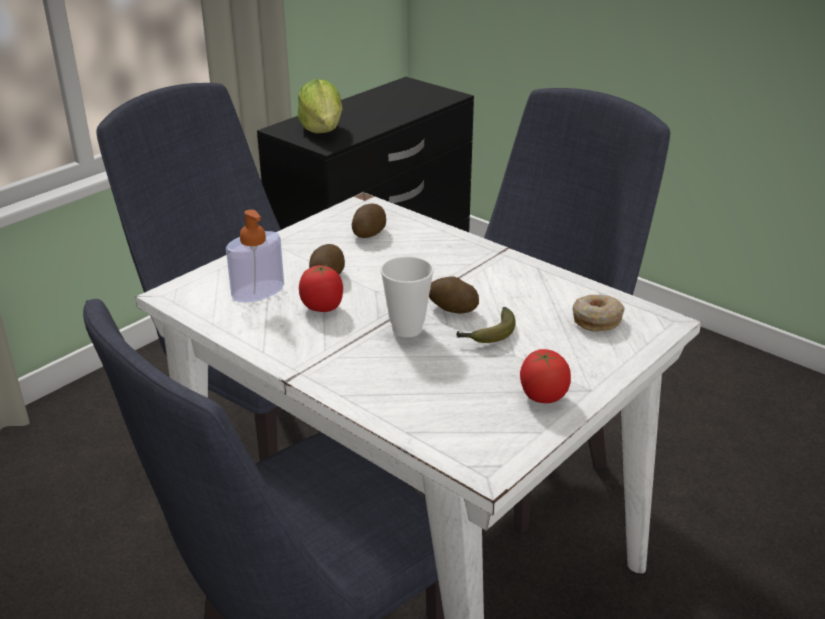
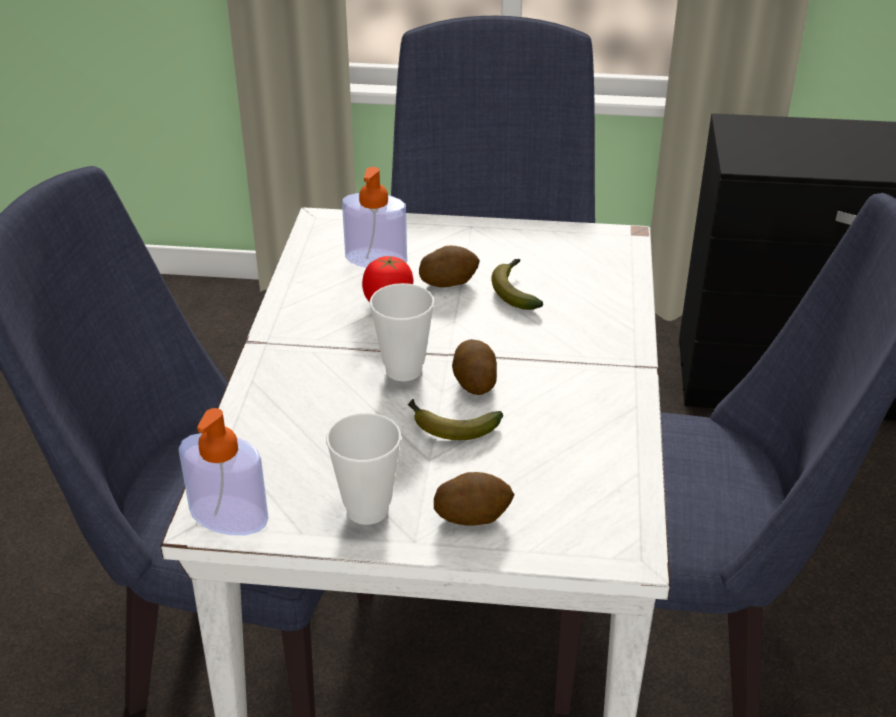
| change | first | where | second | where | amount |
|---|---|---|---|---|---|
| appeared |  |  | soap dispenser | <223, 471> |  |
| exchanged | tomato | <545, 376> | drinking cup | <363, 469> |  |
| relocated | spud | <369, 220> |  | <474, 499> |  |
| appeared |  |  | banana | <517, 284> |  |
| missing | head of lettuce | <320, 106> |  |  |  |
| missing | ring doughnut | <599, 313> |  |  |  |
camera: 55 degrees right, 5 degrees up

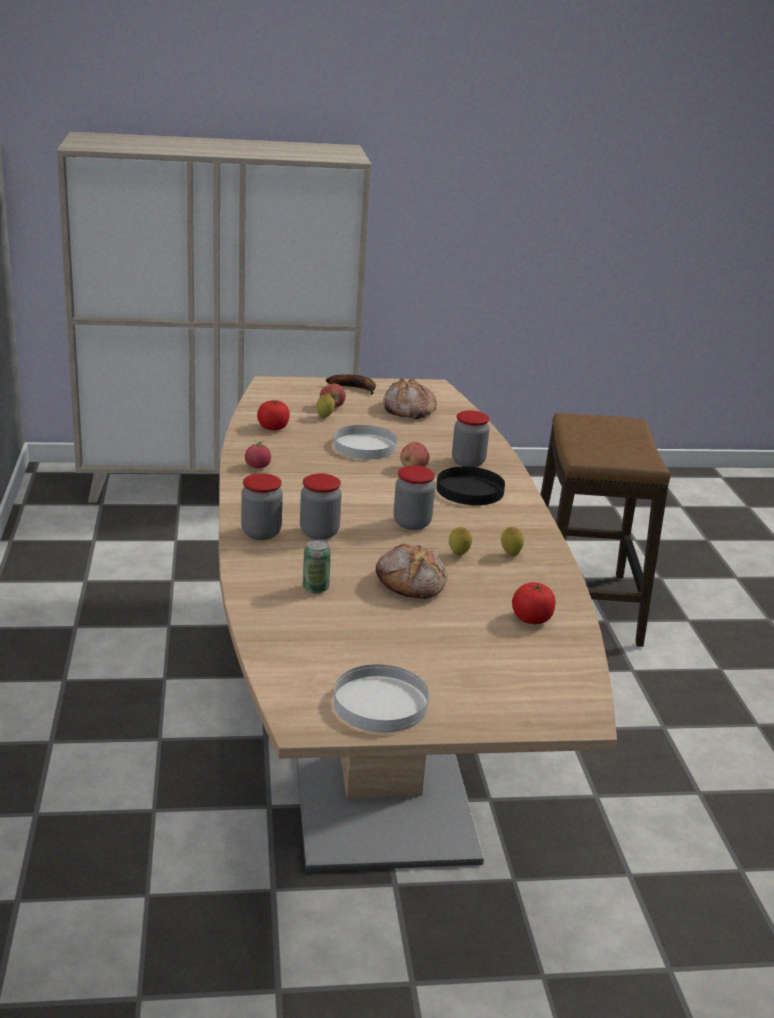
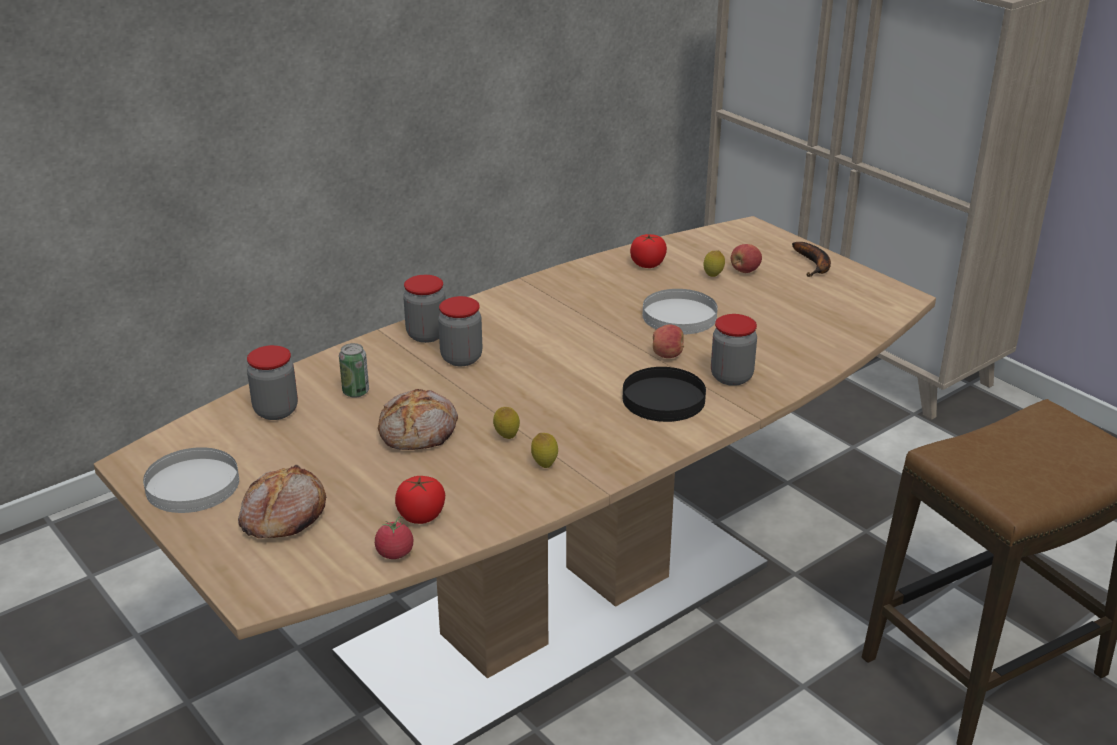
| change | first | where | second | where | amount |
|---|---|---|---|---|---|
| relocated | bakery bread | <410, 398> |  | <282, 501> |  |
| relocated | jar | <414, 498> |  | <272, 382> |  |
| relocated | tomato | <258, 454> |  | <394, 537> |  |
camera: 60 degrees right, 5 degrees up

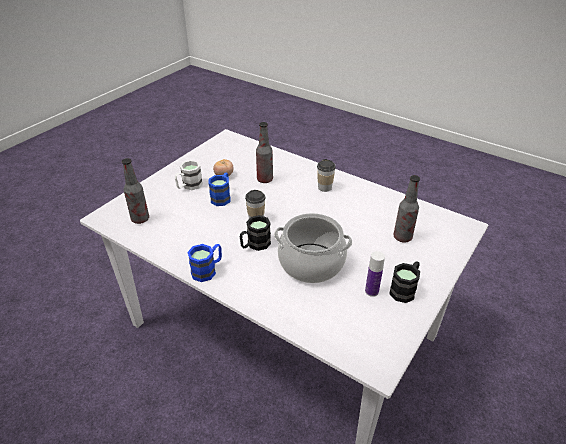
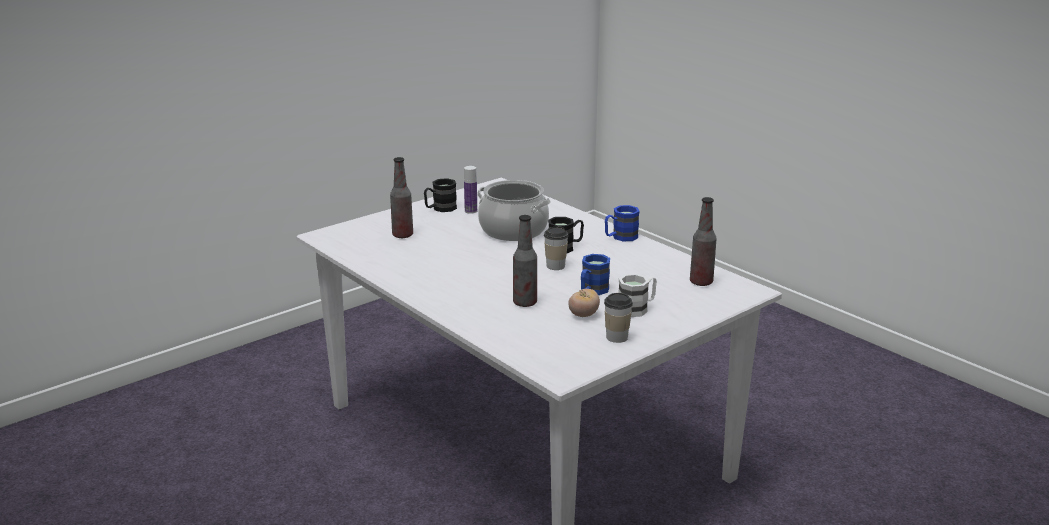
| change | first | where | second | where | amount |
|---|---|---|---|---|---|
| relocated | drinking cup | <326, 175> |  | <618, 318> |  |
camera: 165 degrees left, 15 degrees down

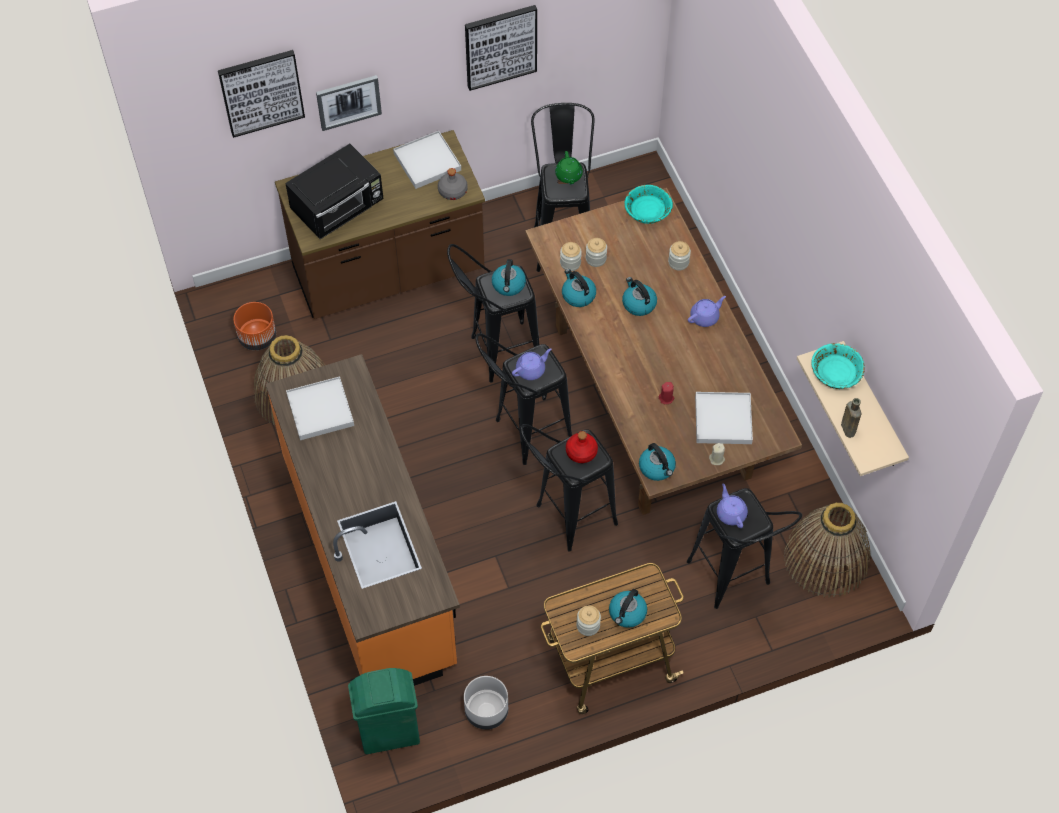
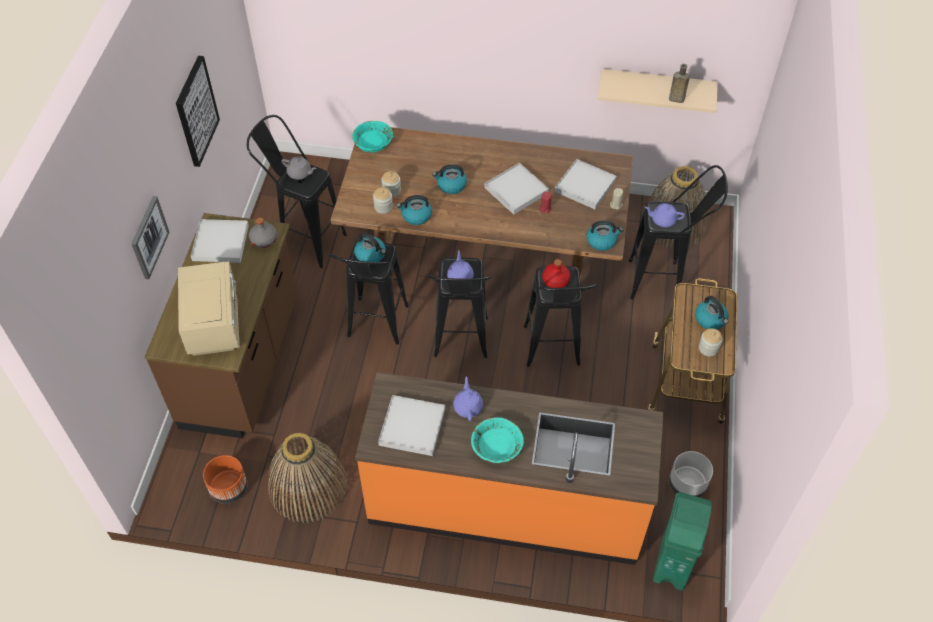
| change | first | where | second | where | amount |
|---|---|---|---|---|---|
| colour | black-coloured microwave | <334, 191> | beige-coloured microwave | <209, 308> |  |
| colour | green pot for tea | <569, 167> | grey pot for tea | <299, 168> |  |
| relocated | purple-coloured pot for tea | <707, 311> |  | <468, 399> |  |
| relocated | turquoise bowl | <838, 366> |  | <497, 440> |  |
| appeared |  |  | white-coloured serving tray | <517, 188> |  |
| missing | picture | <261, 94> |  |  |  |
| missing | jar | <679, 256> |  |  |  |
camera: 60 degrees left, 5 degrees down

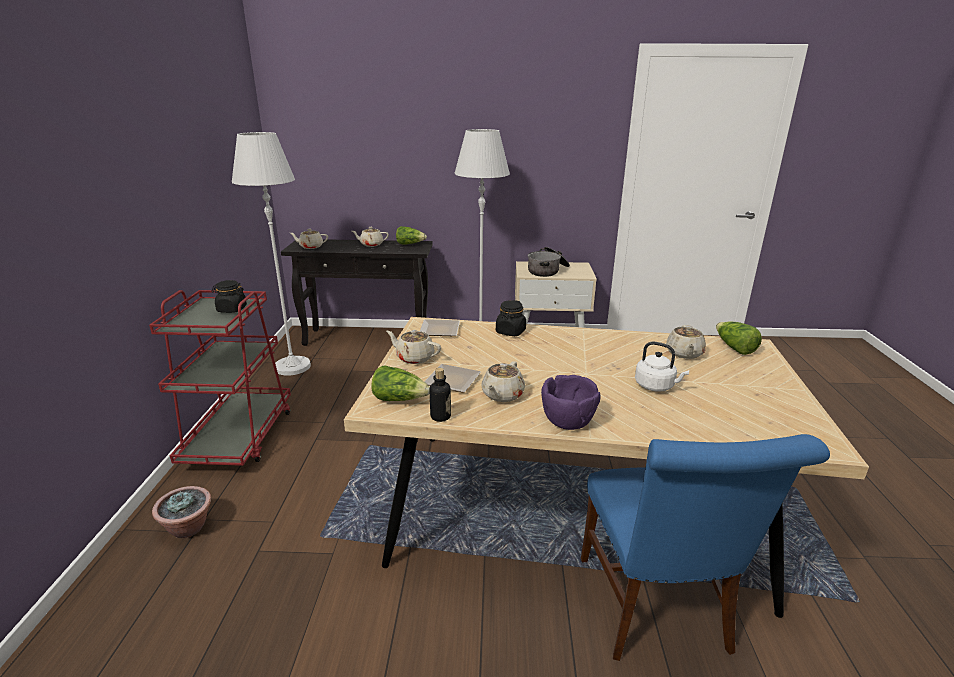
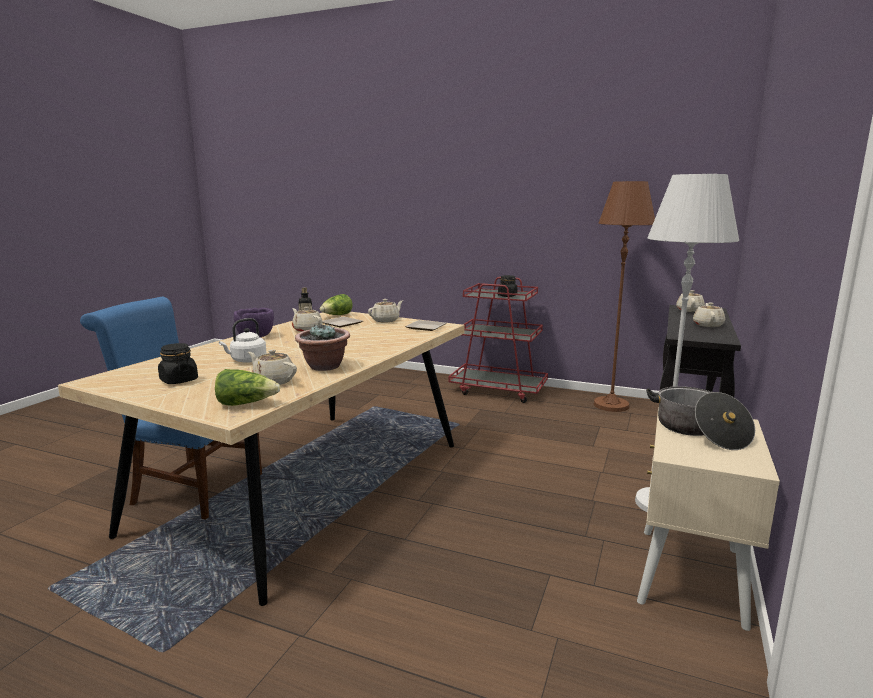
| change | first | where | second | where | amount |
|---|---|---|---|---|---|
| relocated | black-coloured jar | <511, 318> |  | <178, 363> |  |
| relocated | houseplant | <181, 512> |  | <322, 347> |  |
| colour | white-coloured floor lamp | <271, 254> | brown-coloured floor lamp | <624, 296> |  |
| missing | head of lettuce | <411, 235> |  |  |  |
camera: 110 degrees right, 10 degrees down

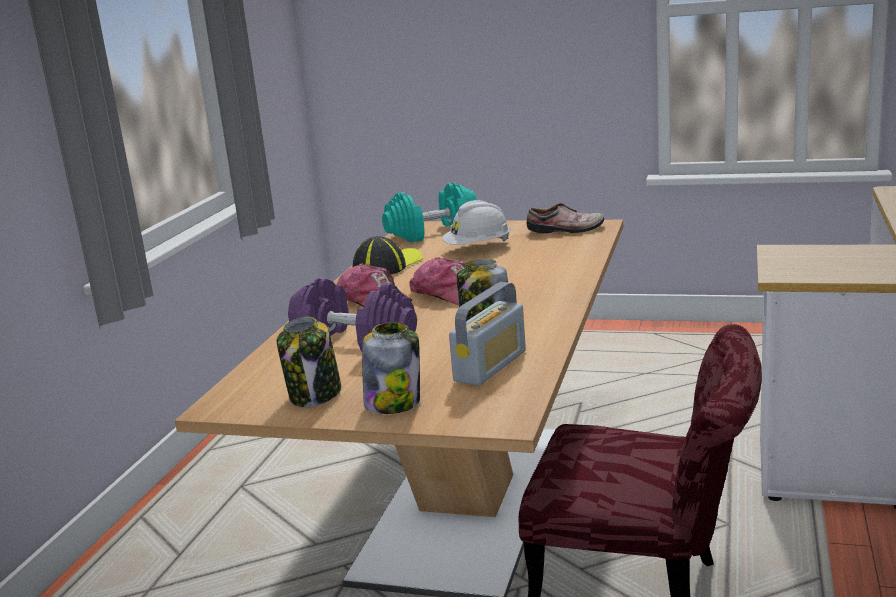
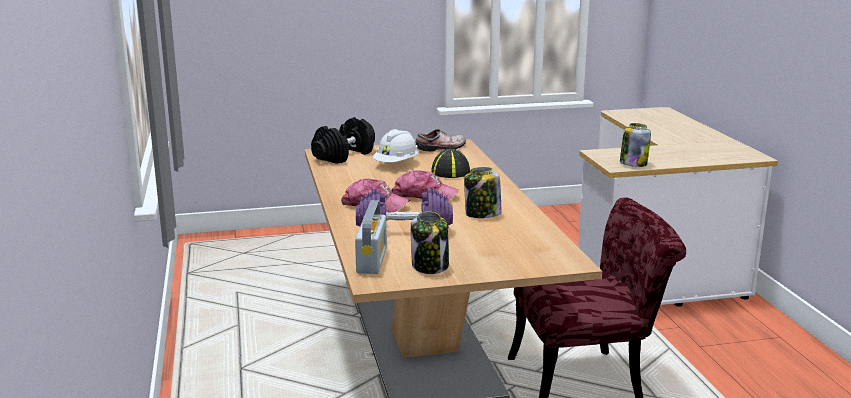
| change | first | where | second | where | amount |
|---|---|---|---|---|---|
| colour | turquoise free weight | <430, 212> | black-coloured free weight | <343, 140> |  |
| relocated | radio receiver | <487, 334> |  | <371, 237> |  |
| relocated | peaked cap | <387, 255> |  | <450, 163> |  |
| relocated | jar | <391, 368> |  | <635, 145> |  |
camera: 30 degrees left, 0 degrees up

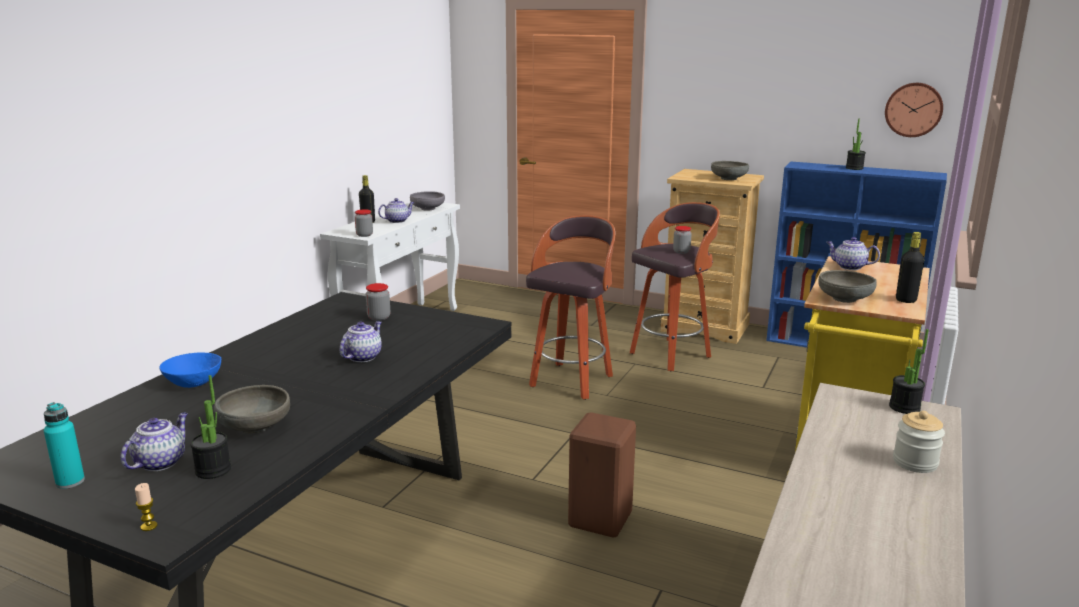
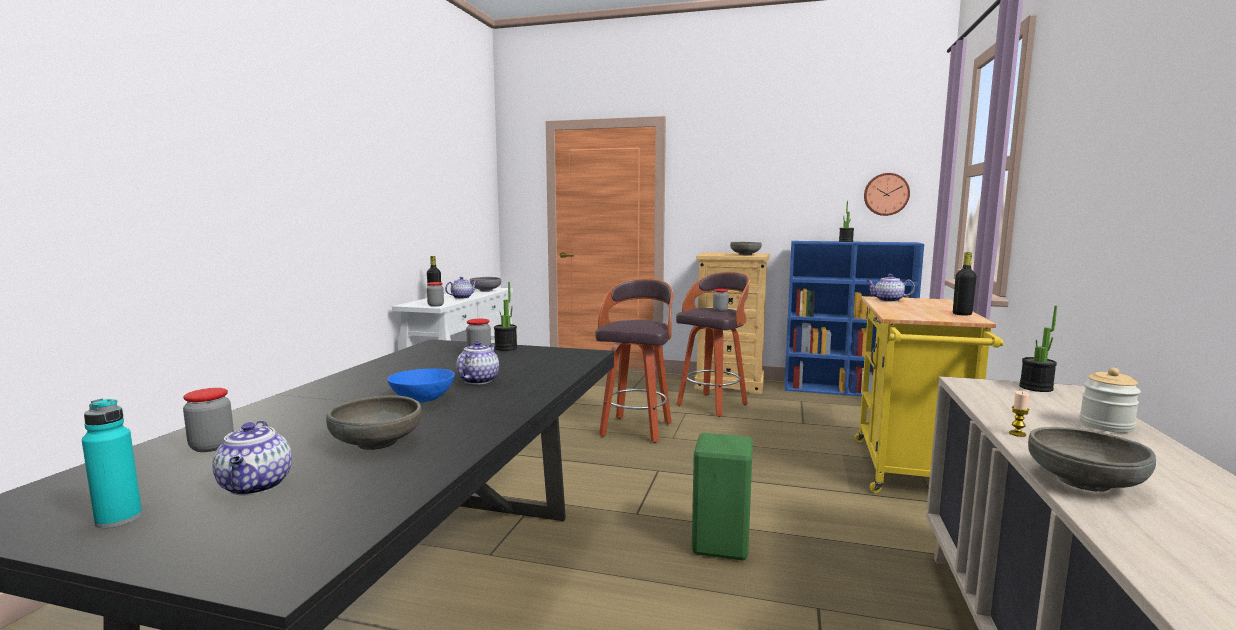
| change | first | where | second | where | amount |
|---|---|---|---|---|---|
| appeared |  |  | jar | <208, 420> |  |
| spun | pot for tea | <154, 441> |  | <252, 458> | 150 degrees clockwise |
| relocated | blue-coloured bowl | <190, 370> |  | <421, 385> |  |
| relocated | houseplant | <210, 427> |  | <505, 316> |  |
| colour | brown-coloured stool | <602, 475> | green stool | <722, 496> |  |
| relocated | wax light | <146, 507> |  | <1019, 414> |  |
| relocated | grey bowl | <848, 286> |  | <1092, 459> |  |
camera: 10 degrees left, 10 degrees down

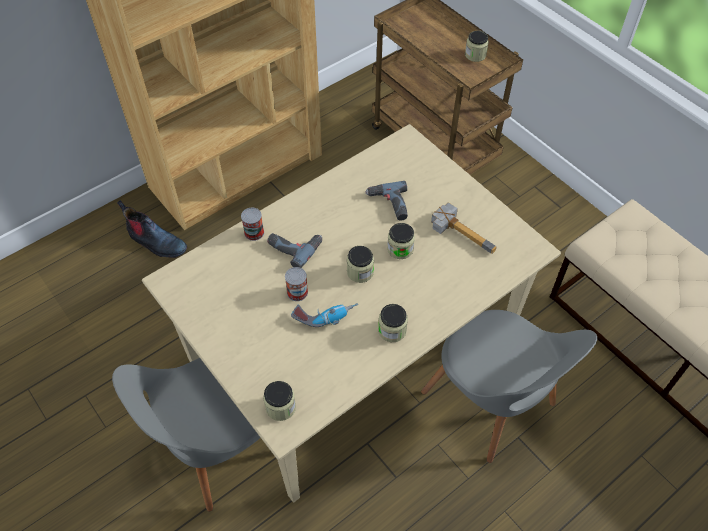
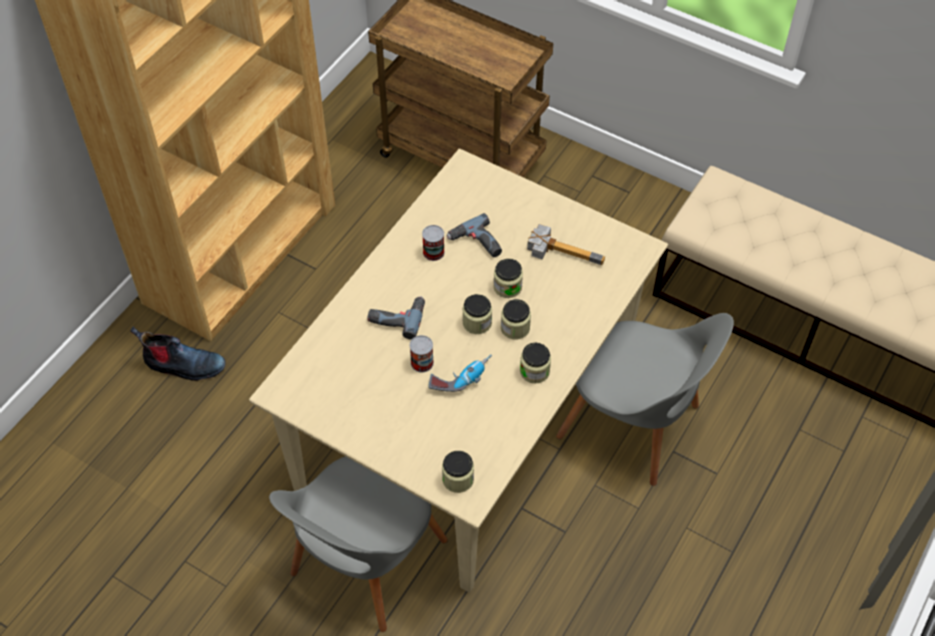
| change | first | where | second | where | amount |
|---|---|---|---|---|---|
| relocated | can | <252, 224> |  | <433, 243> |  |
| relocated | jar | <477, 46> |  | <516, 319> |  |
camera: 20 degrees left, 0 degrees up

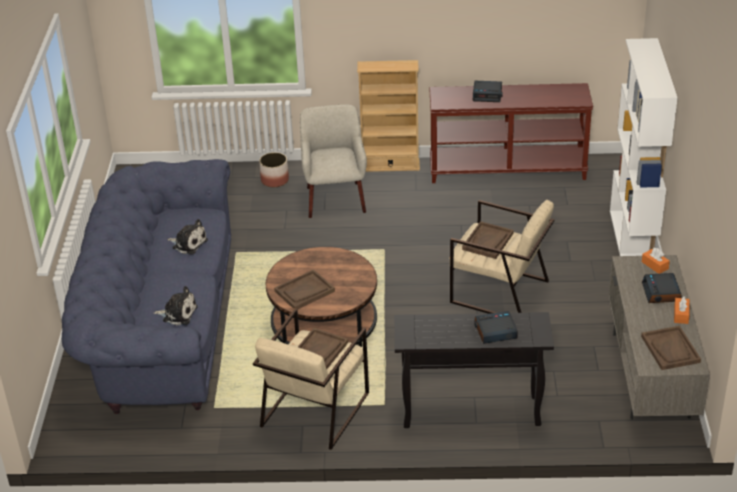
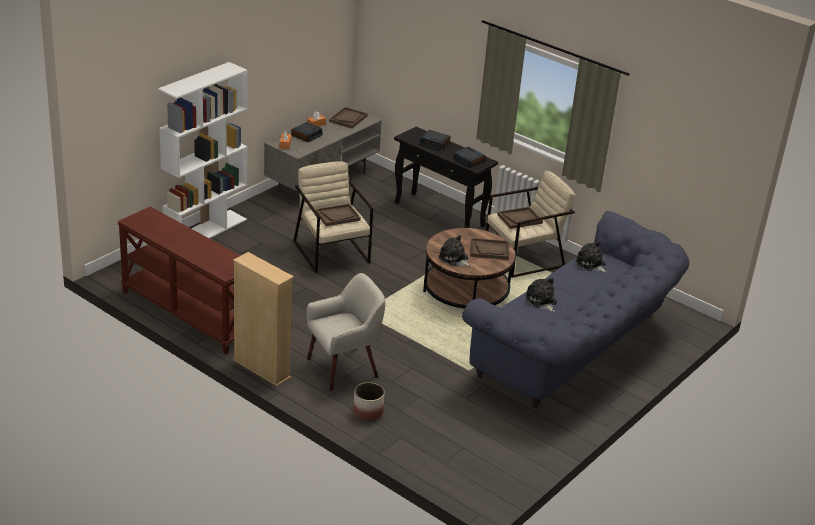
| change | first | where | second | where | amount |
|---|---|---|---|---|---|
| spun | beige-coloured lounge chair | <333, 161> |  | <345, 332> | 150 degrees counterclockwise |
| appeared |  |  | soft toy | <454, 251> |  |
| relocated | alarm clock | <488, 91> |  | <469, 157> |  |
camera: 145 degrees left, 5 degrees down

